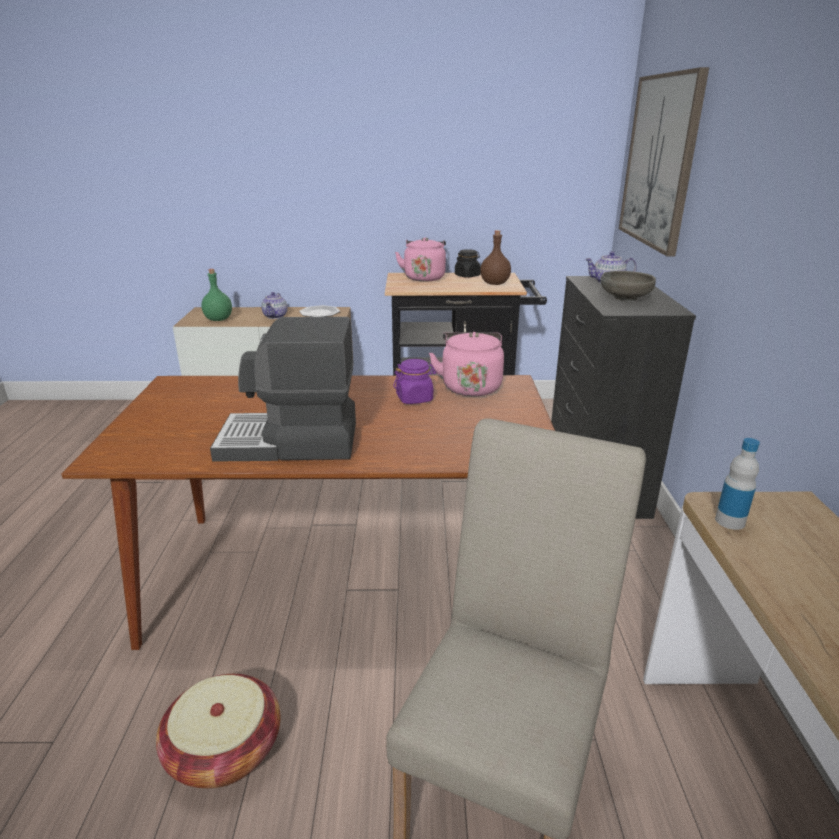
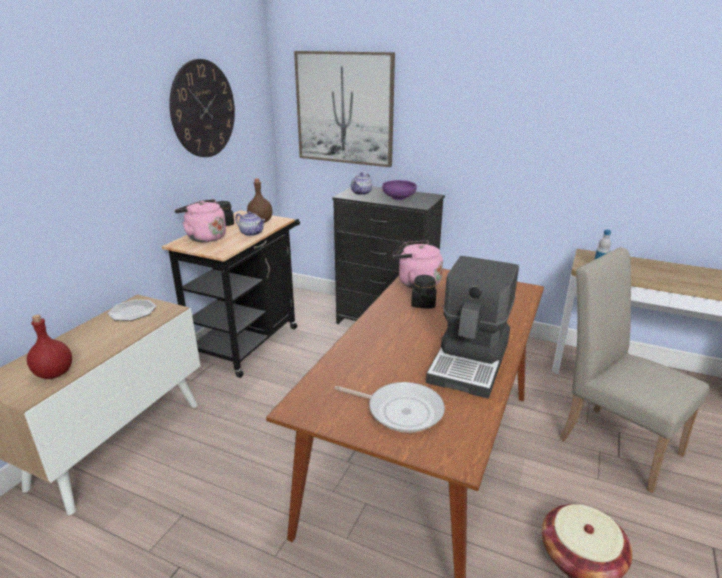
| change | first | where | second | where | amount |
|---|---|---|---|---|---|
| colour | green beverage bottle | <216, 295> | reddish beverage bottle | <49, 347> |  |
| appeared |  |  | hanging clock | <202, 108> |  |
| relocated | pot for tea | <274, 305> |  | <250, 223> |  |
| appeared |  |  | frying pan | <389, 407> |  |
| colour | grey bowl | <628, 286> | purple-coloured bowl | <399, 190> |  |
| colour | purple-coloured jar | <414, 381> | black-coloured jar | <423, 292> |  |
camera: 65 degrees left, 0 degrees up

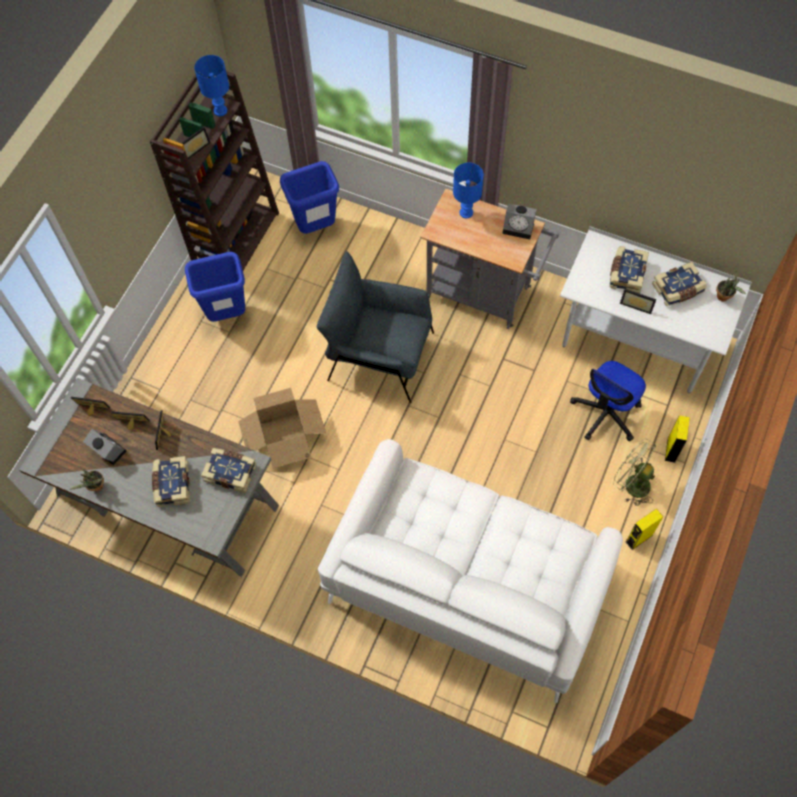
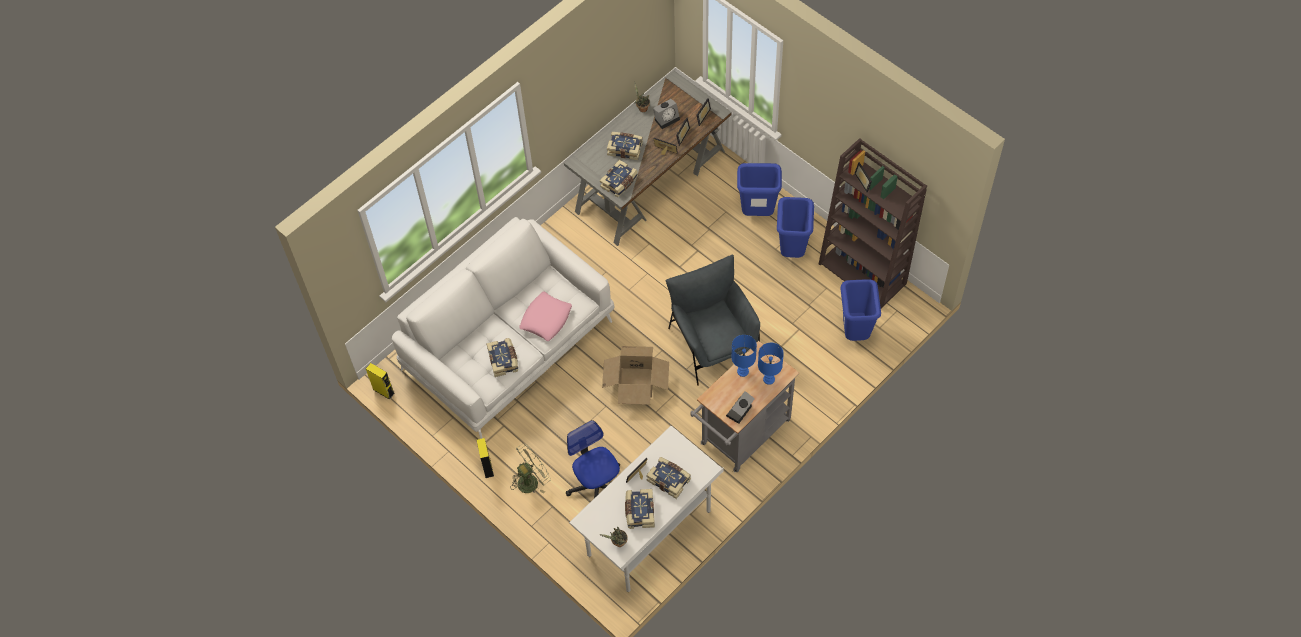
| change | first | where | second | where | amount |
|---|---|---|---|---|---|
| relocated | yellow-coloured audio speaker | <677, 439> |  | <380, 381> |  |
| appeared |  |  | bound book | <502, 357> |  |
| appeared |  |  | pink cushion | <545, 316> |  |
| relocated | carton | <282, 428> |  | <635, 375> |  |
| spun | grey lounge chair | <375, 327> |  | <712, 320> | 60 degrees counterclockwise |
| relocated | blue-coloured lamp for a table | <211, 85> |  | <744, 356> |  |
| appeared |  |  | blue-coloured trash can | <759, 189> |  |
camera: 110 degrees right, 5 degrees down

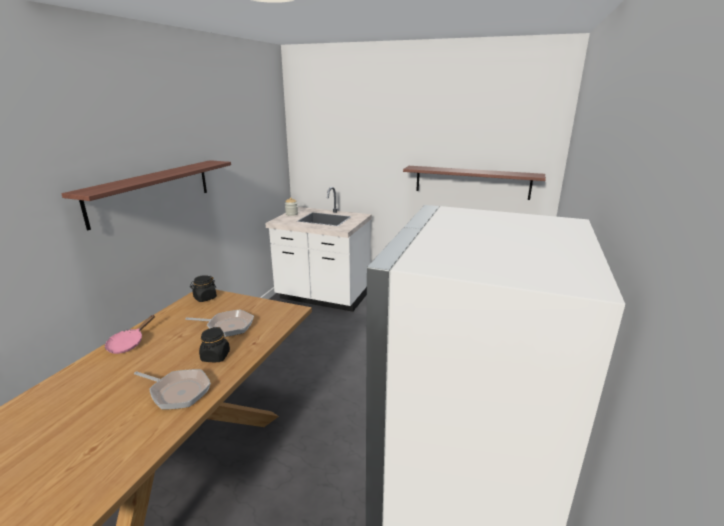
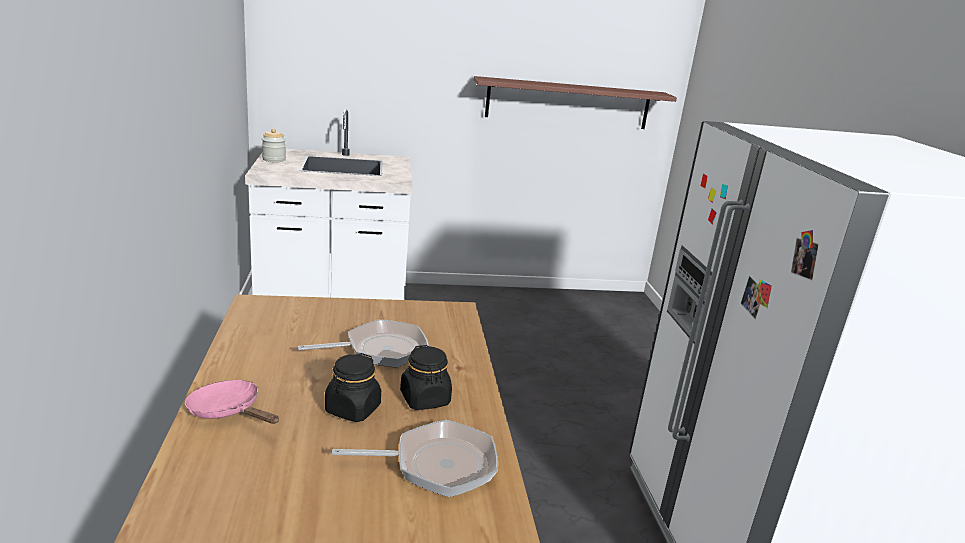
| change | first | where | second | where | amount |
|---|---|---|---|---|---|
| spun | pink frying pan | <130, 334> |  | <232, 402> | 135 degrees clockwise |
| relocated | black-coloured jar | <203, 288> |  | <353, 387> |  |
| missing | wall shelf | <146, 195> |  |  |  |
camera: 30 degrees left, 0 degrees up

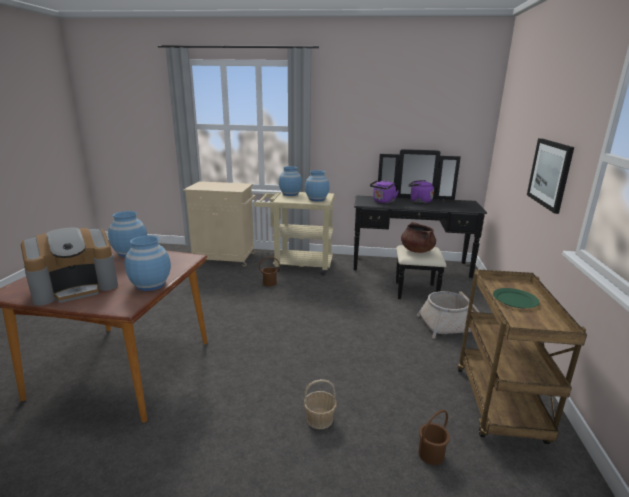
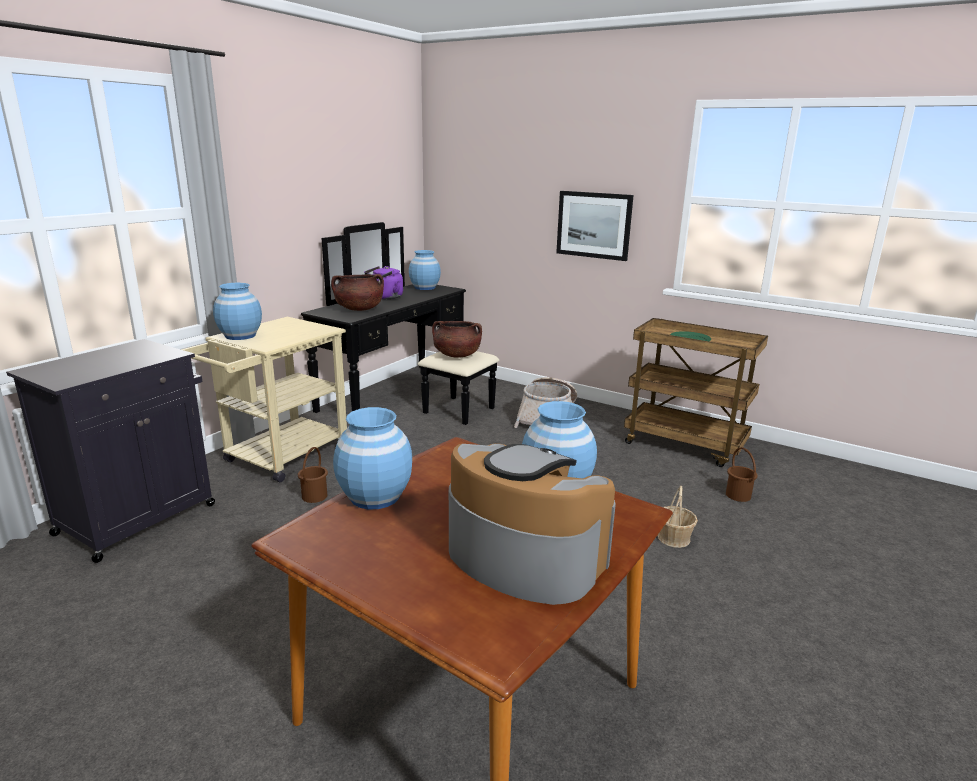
| change | first | where | second | where | amount |
|---|---|---|---|---|---|
| colour | beige-coloured storage cabinet | <219, 224> | black-coloured storage cabinet | <110, 451> |  |
| exchanged | purple-coloured water kettle | <384, 191> | brown-coloured stockpot | <357, 292> |  |
| relocated | blue-coloured vase | <317, 185> |  | <425, 270> |  |
| spun | coffee machine | <69, 267> |  | <532, 524> | 45 degrees counterclockwise |
camera: 65 degrees left, 0 degrees up

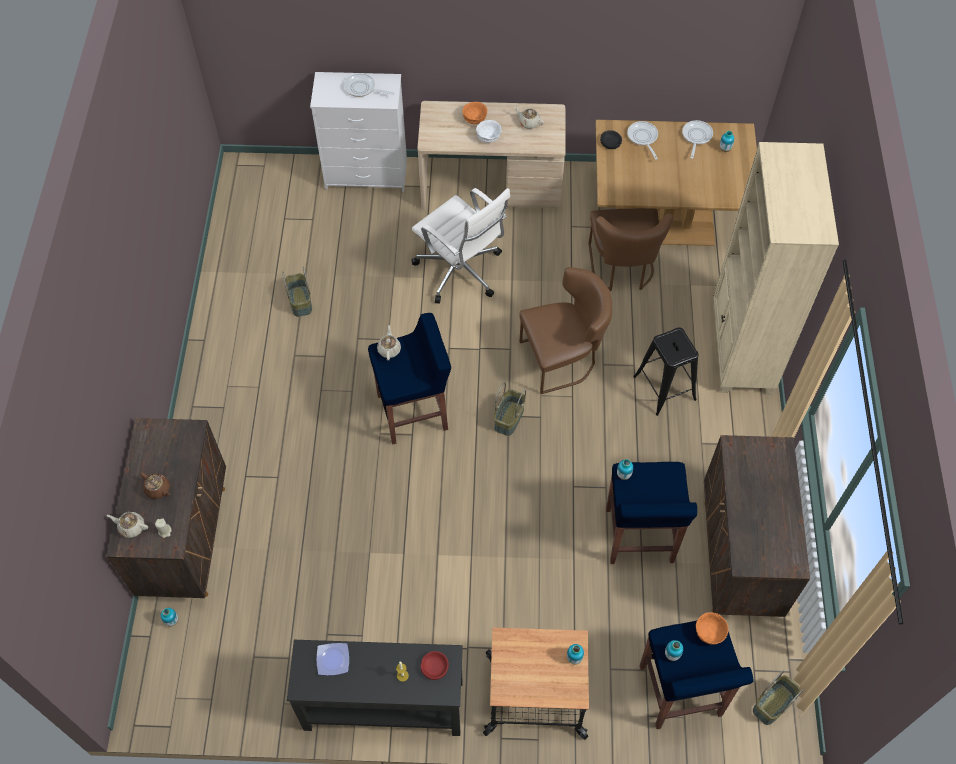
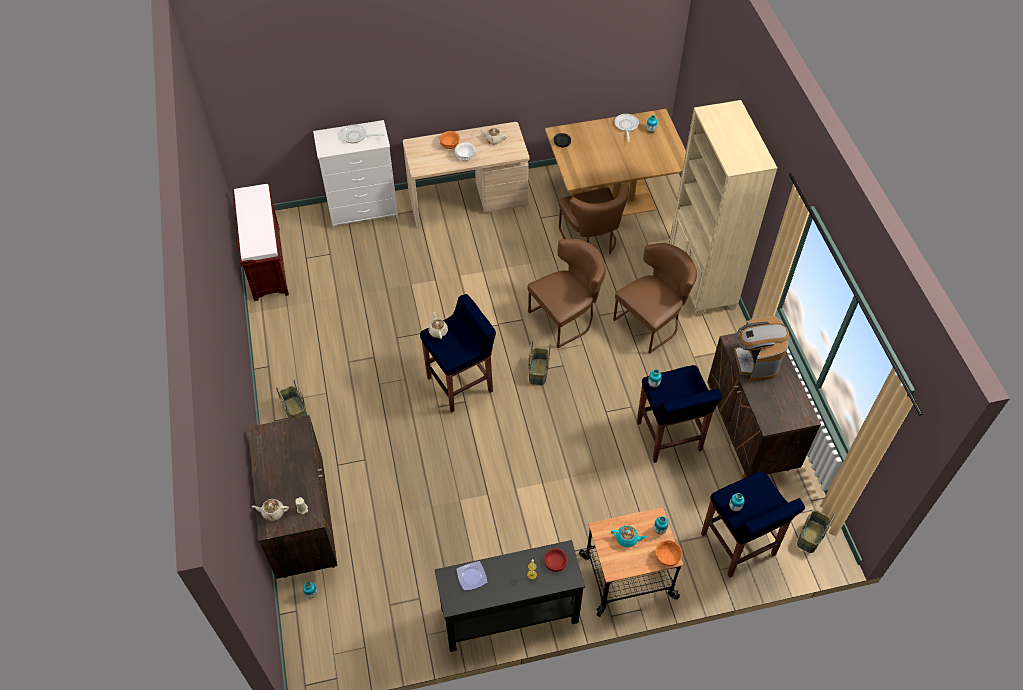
| change | first | where | second | where | amount |
|---|---|---|---|---|---|
| appeared |  |  | brown-coloured long seat | <260, 242> |  |
| relocated | storage basket | <297, 292> |  | <292, 399> |  |
| appeared |  |  | turquoise pot for tea | <629, 536> |  |
| exchanged | black-coloured stool | <666, 372> | brown-coloured chair | <655, 298> |  |
| relocated | orange bowl | <712, 628> |  | <668, 553> |  |
| appeared |  |  | coffee machine | <761, 348> |  |
| missing | brown-coloured pot for tea | <155, 486> |  |  |  |
| missing | white-coloured computer chair | <461, 246> |  |  |  |
| missing | frying pan | <642, 140> |  |  |  |
camera: 15 degrees left, 5 degrees down

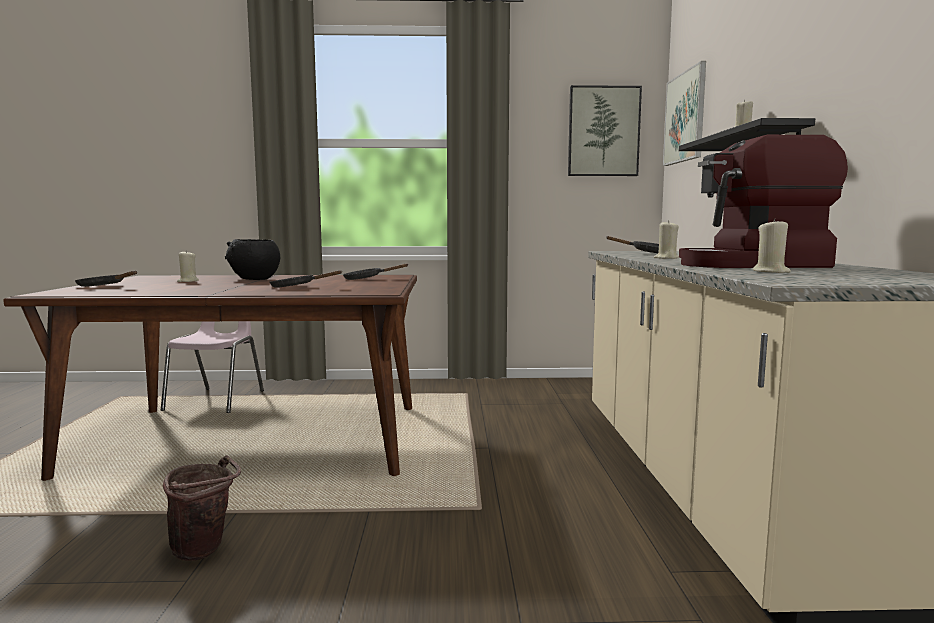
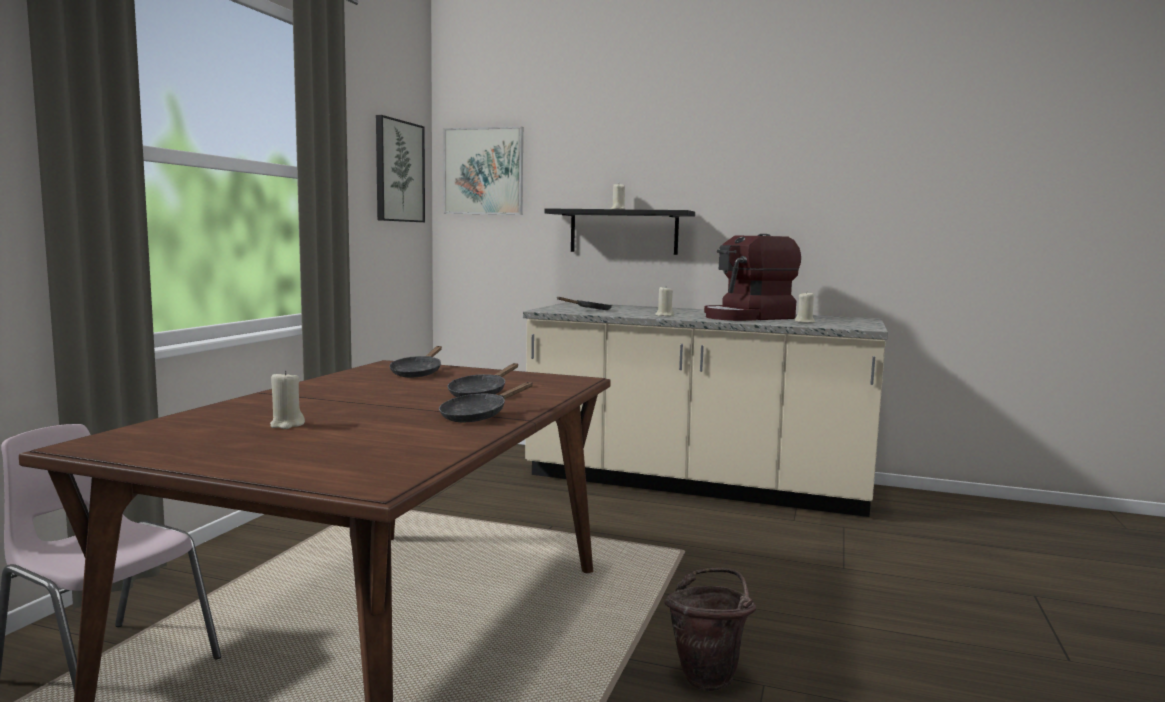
| change | first | where | second | where | amount |
|---|---|---|---|---|---|
| relocated | black-coloured frying pan | <106, 279> |  | <486, 402> |  |
| spun | coffee machine | <763, 201> |  | <752, 277> | 45 degrees clockwise |
| missing | black-coloured bowl | <252, 259> |  |  |  |
camera: 70 degrees left, 0 degrees up

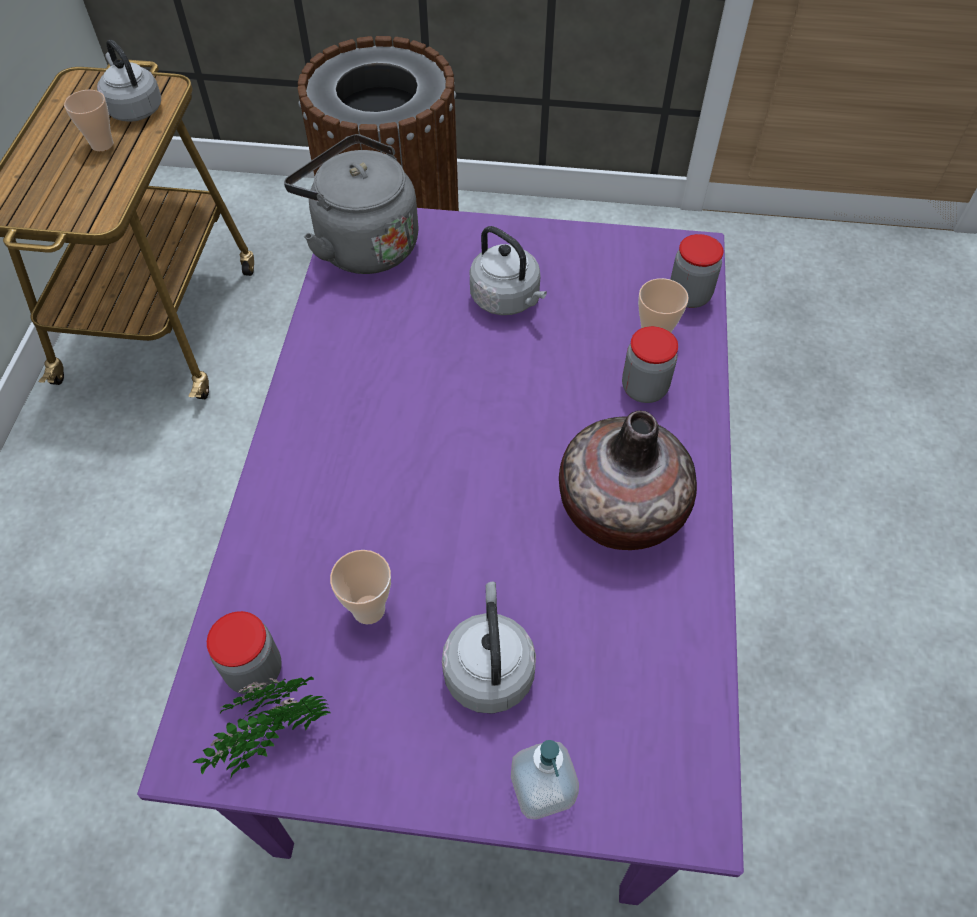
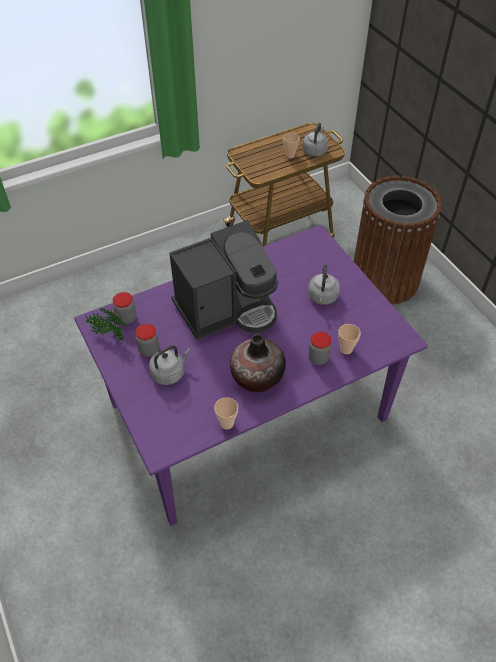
| change | first | where | second | where | amount |
|---|---|---|---|---|---|
| relocated | jar | <697, 271> |  | <147, 340> |  |
| appeared |  |  | coffee machine | <224, 280> |  |
| relocated | drinking cup | <360, 587> |  | <226, 413> |  |
| missing | grey water kettle | <351, 204> |  |  |  |
| missing | soap dispenser | <545, 780> |  |  |  |
camera: 55 degrees right, 5 degrees down

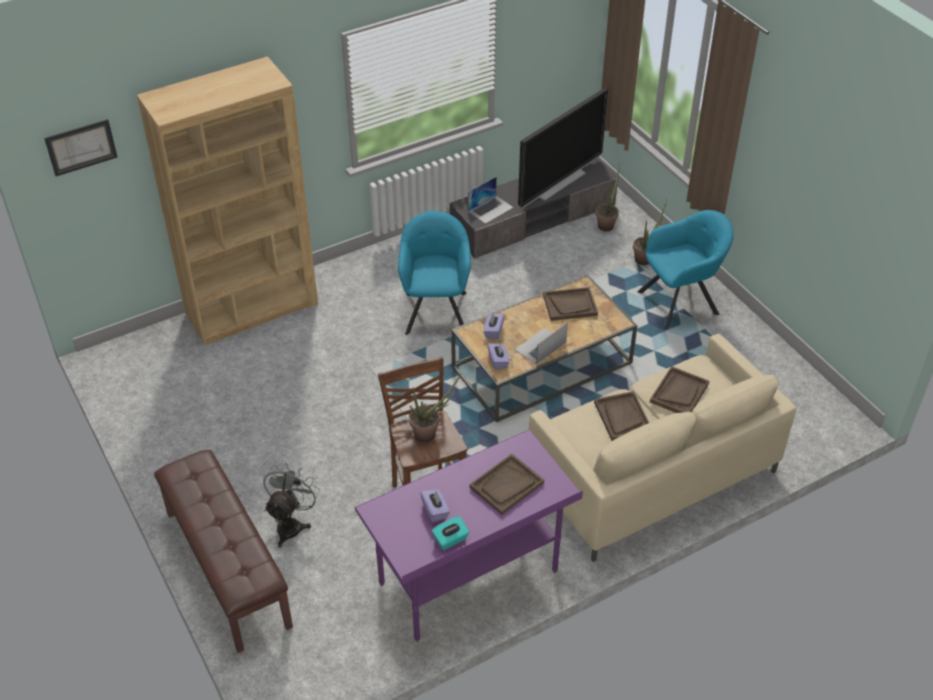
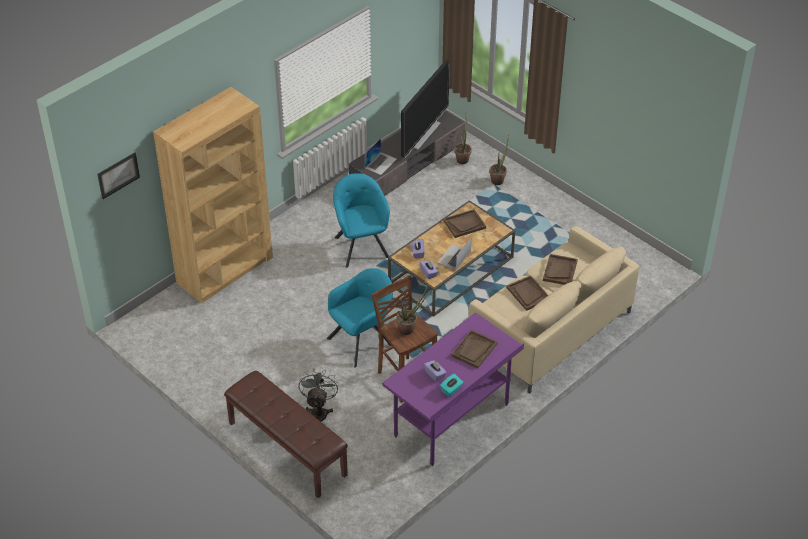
| change | first | where | second | where | amount |
|---|---|---|---|---|---|
| relocated | turquoise lounge chair | <685, 270> |  | <360, 318> |  |
camera: 15 degrees left, 0 degrees up

